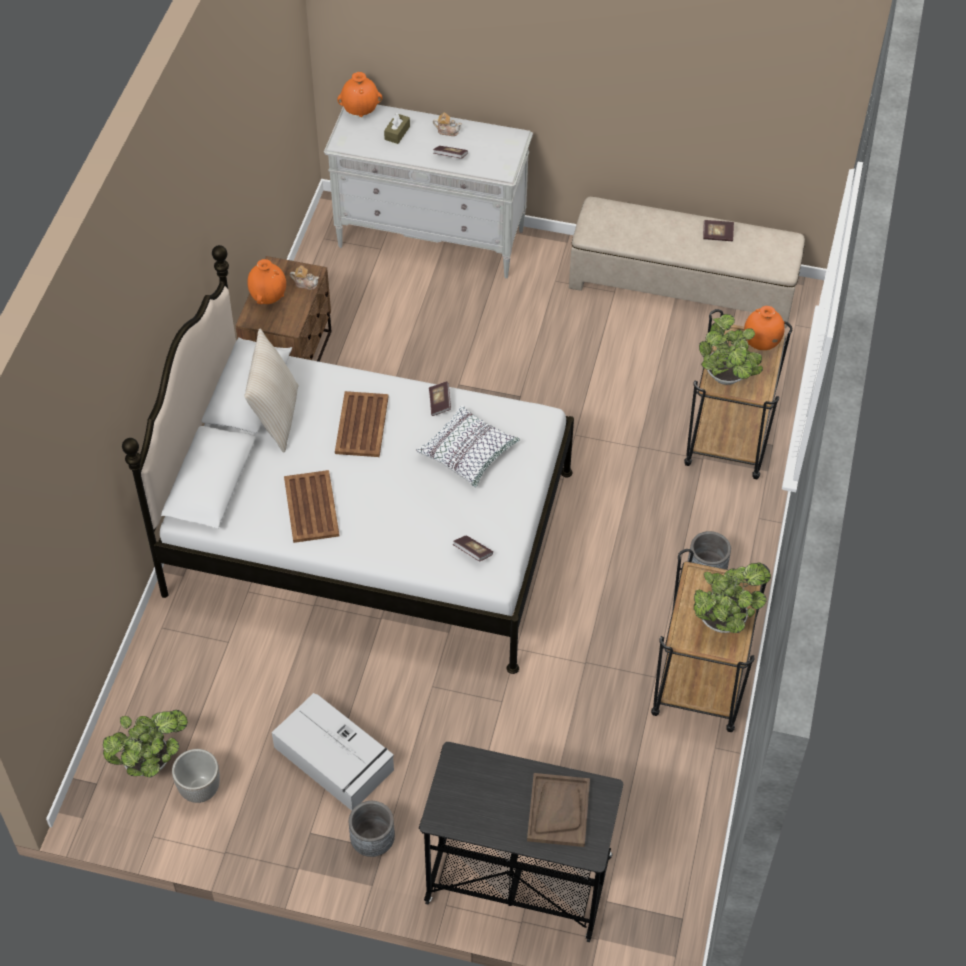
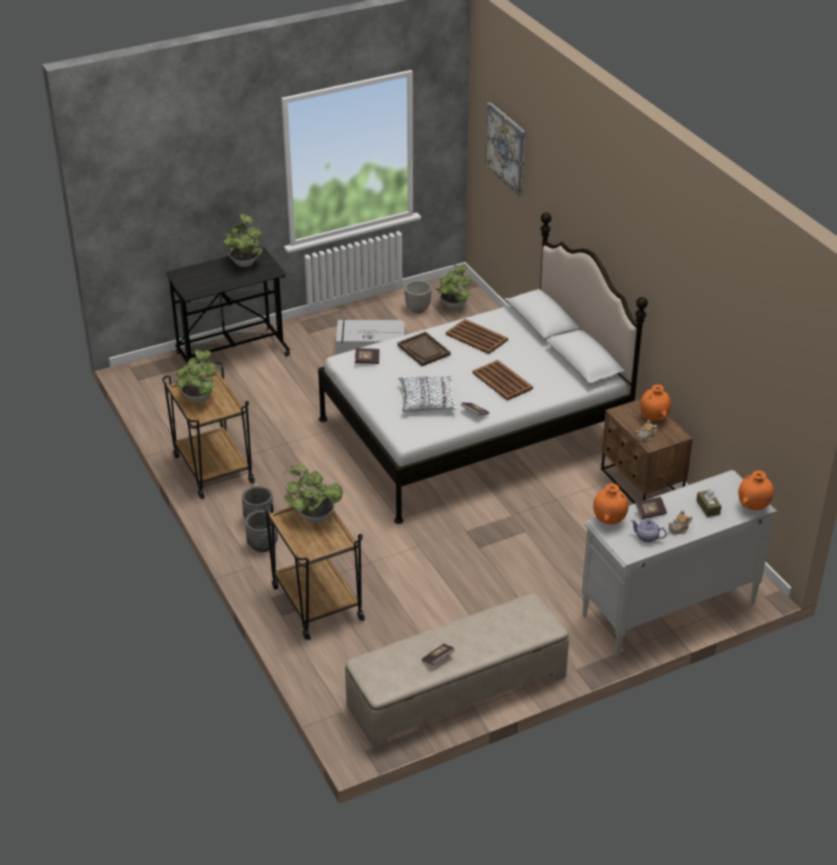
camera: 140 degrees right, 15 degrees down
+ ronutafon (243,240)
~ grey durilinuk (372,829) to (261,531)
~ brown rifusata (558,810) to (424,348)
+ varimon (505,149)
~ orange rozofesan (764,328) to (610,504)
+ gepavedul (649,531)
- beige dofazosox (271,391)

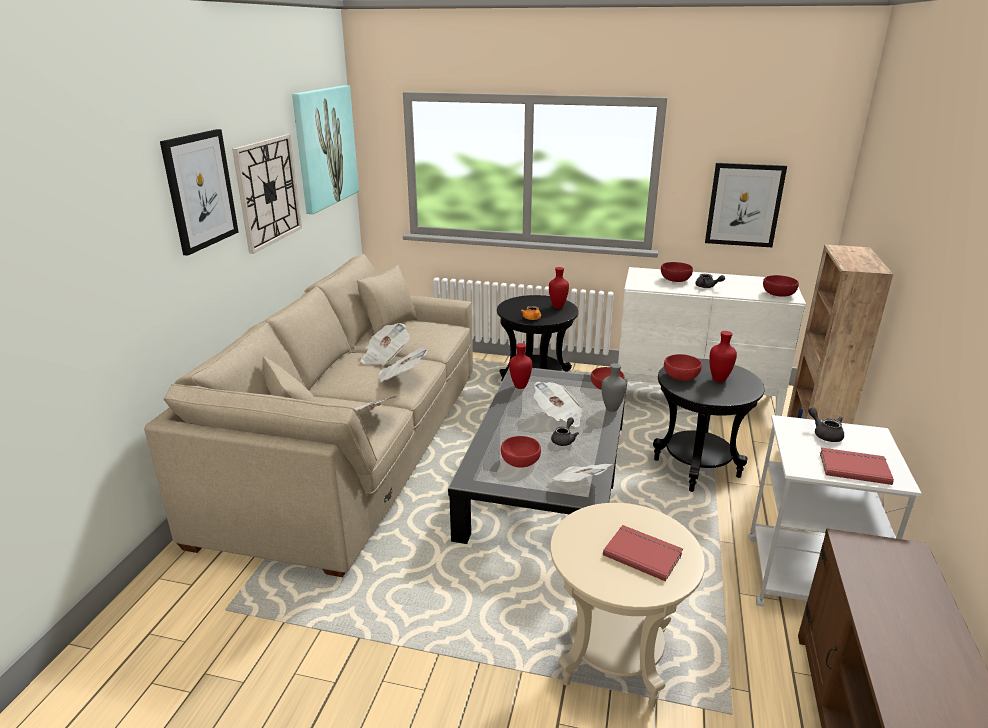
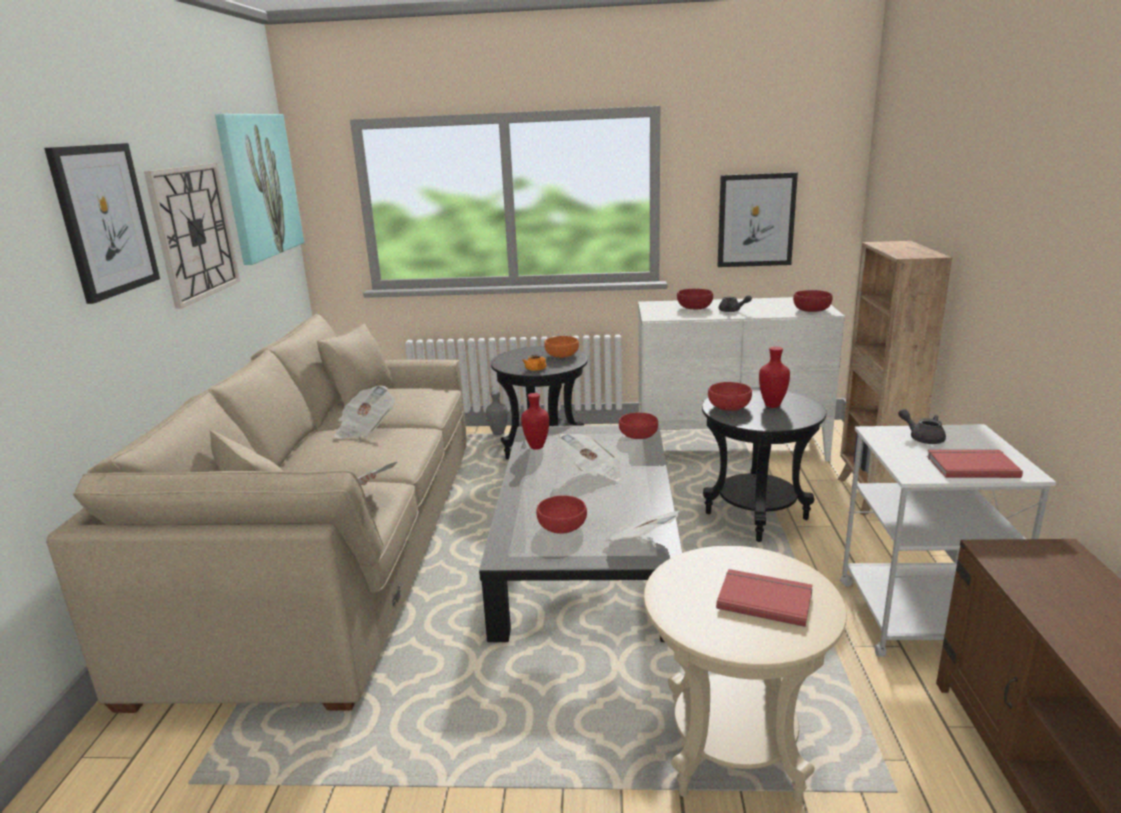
camera: 10 degrees left, 5 degrees down
~ grey rozofesan (614,387) to (497,413)
~ red rozofesan (559,288) to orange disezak (561,347)
- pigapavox (403,365)
- grey gepavedul (565,431)

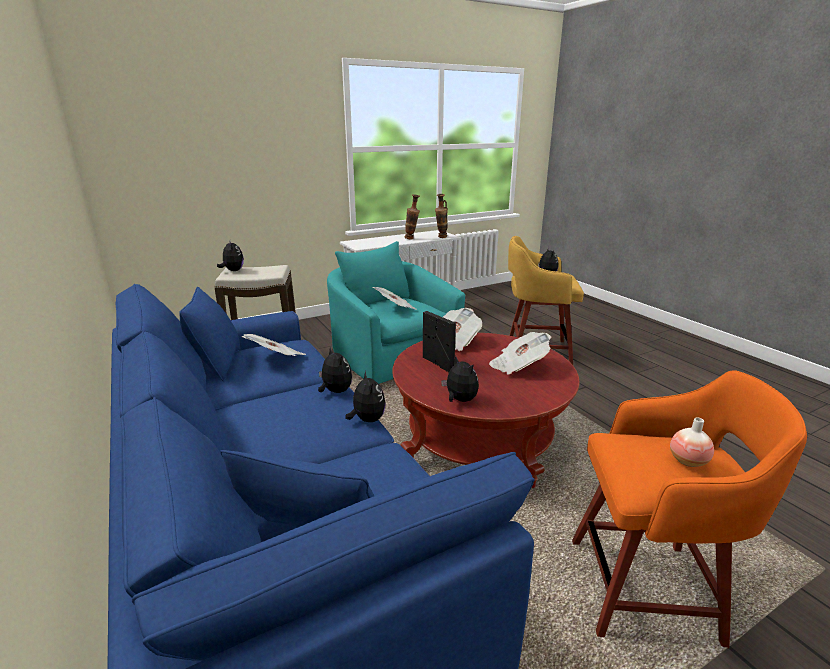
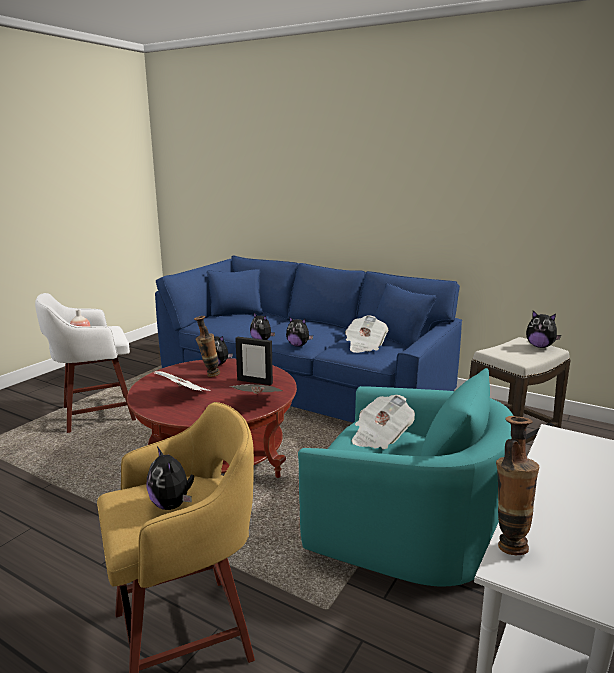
camera: 150 degrees right, 5 degrees down
~ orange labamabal (689,509) to white labamabal (85,363)
~ rozofesan (412,217) to (207,346)

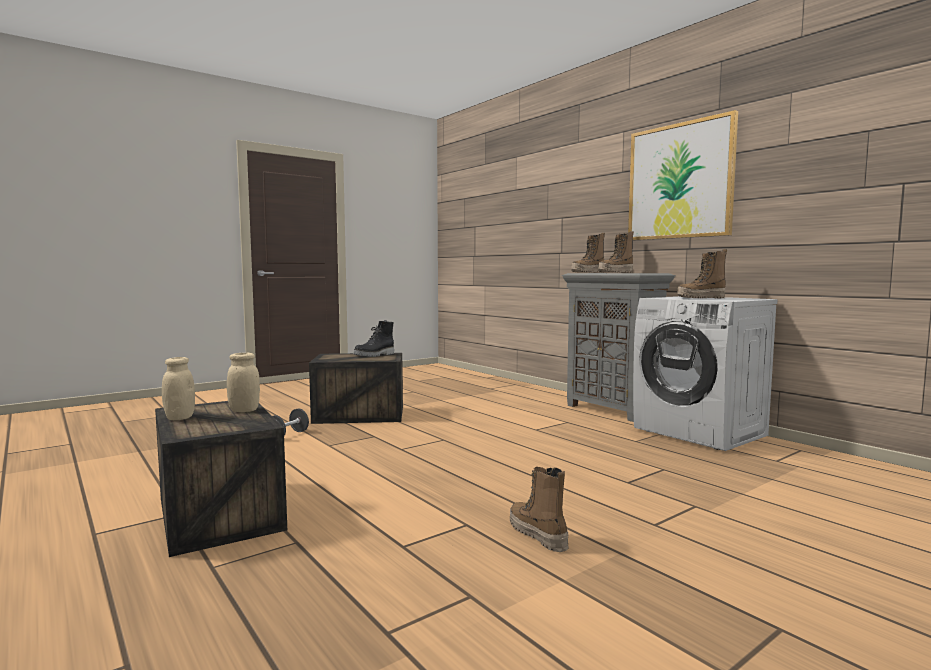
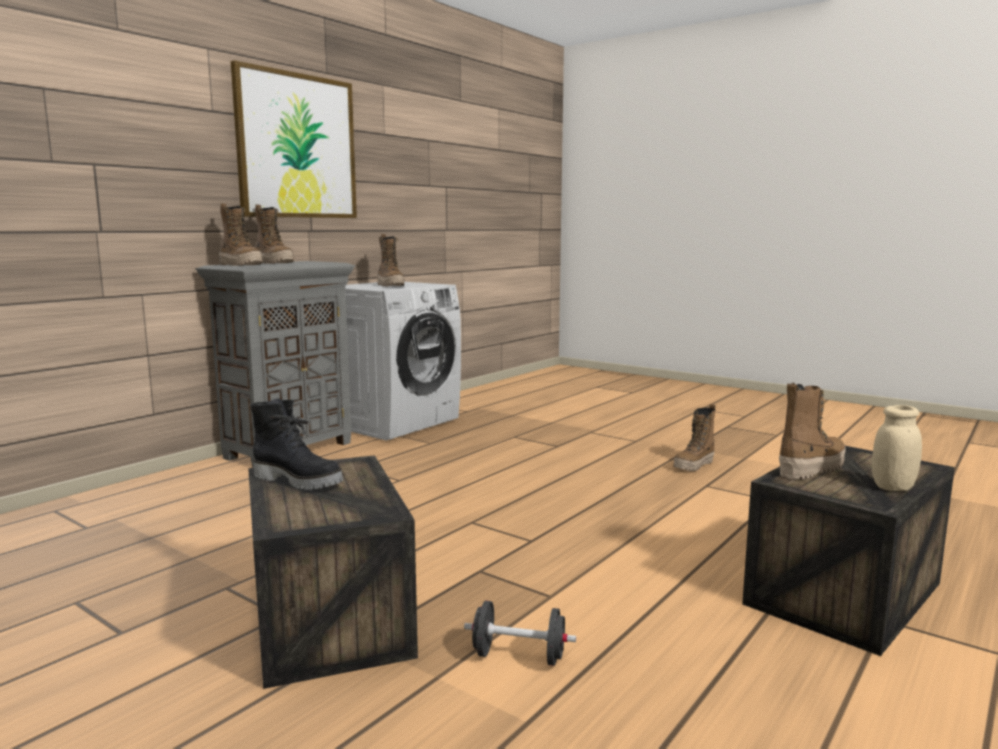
camera: 105 degrees left, 5 degrees up
~ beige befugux (243,382) to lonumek (812,431)

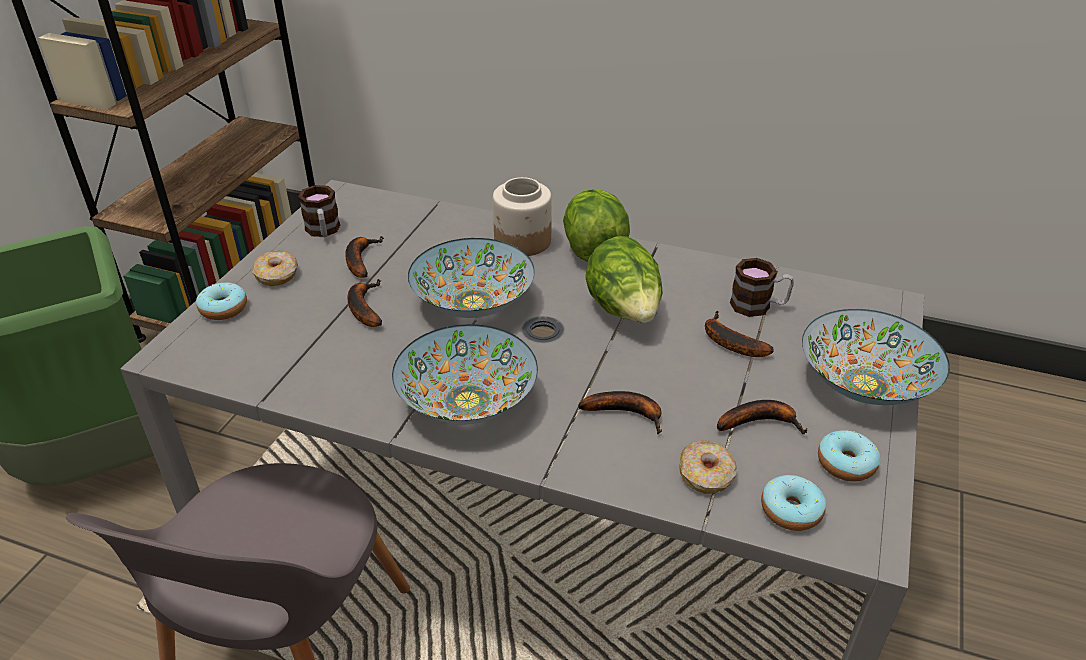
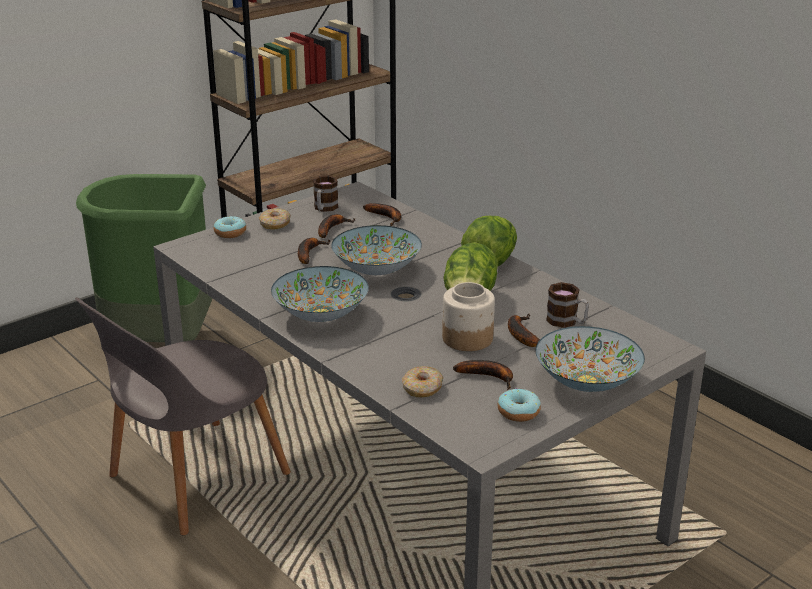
camera: 30 degrees right, 10 degrees down
~ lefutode (620,412) to (382,214)
~ befugux (522,216) to (468,316)
- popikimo (793,503)

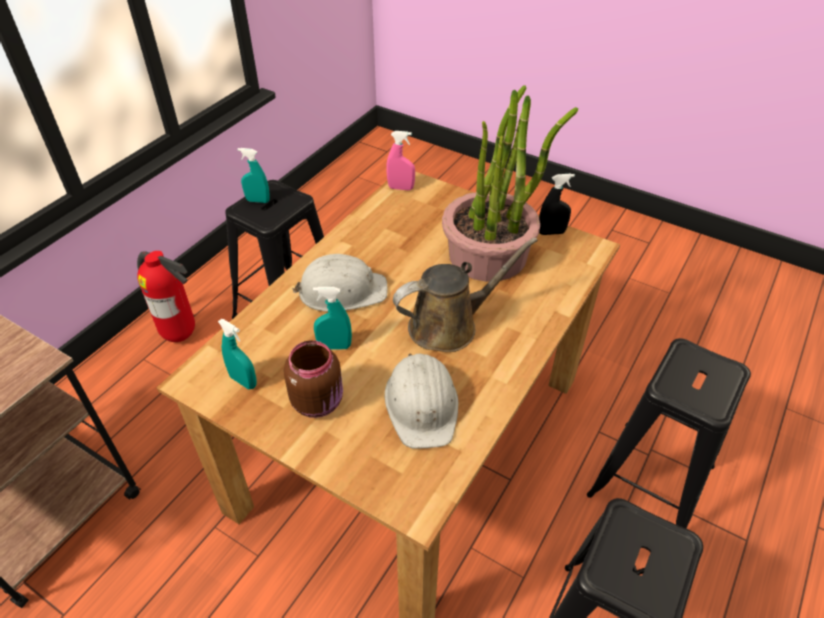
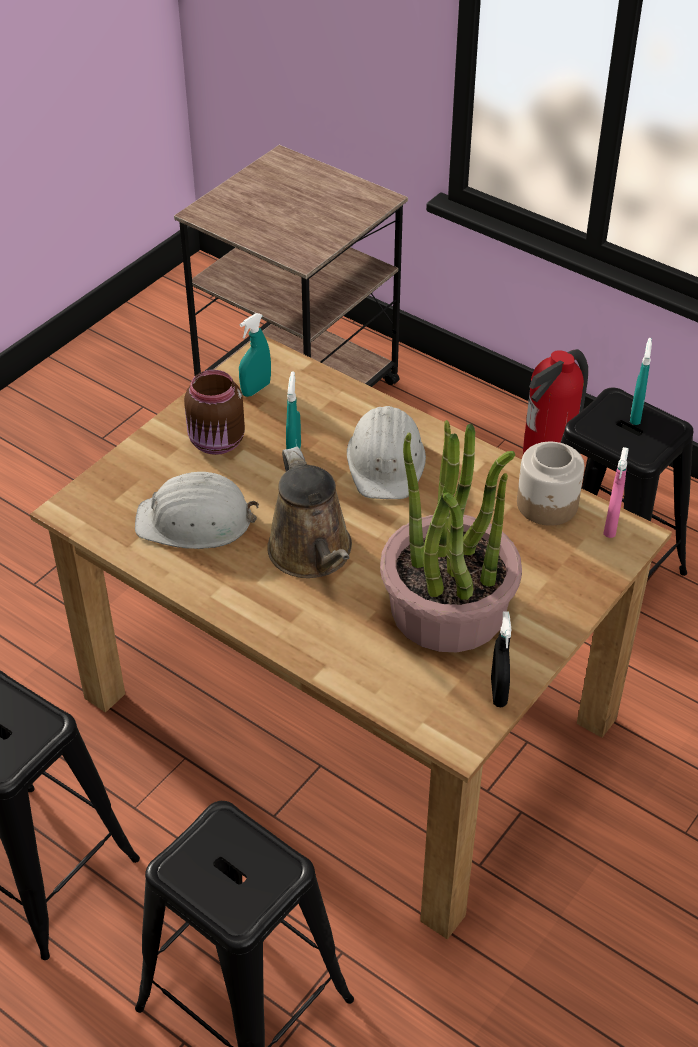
camera: 95 degrees right, 0 degrees up
+ befugux (550,484)

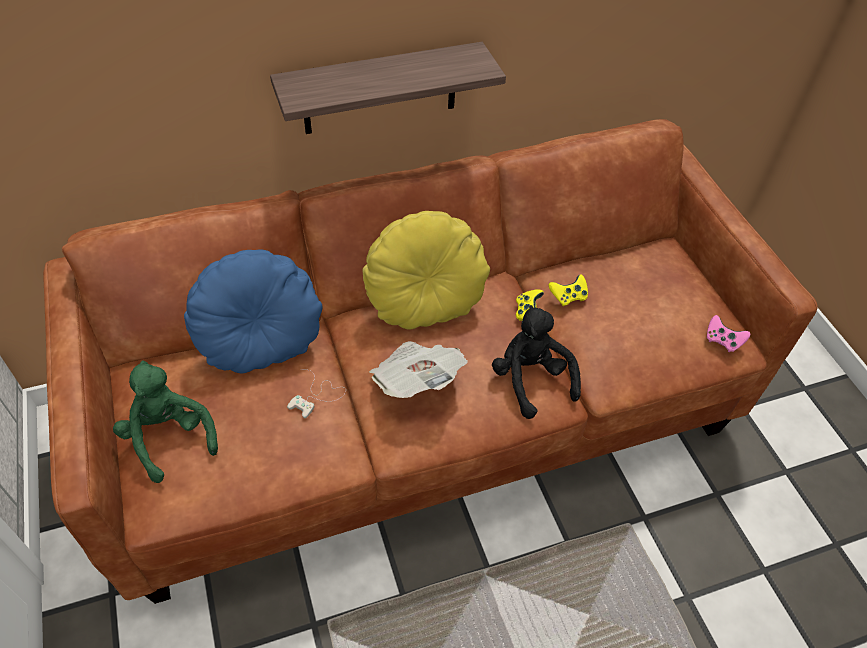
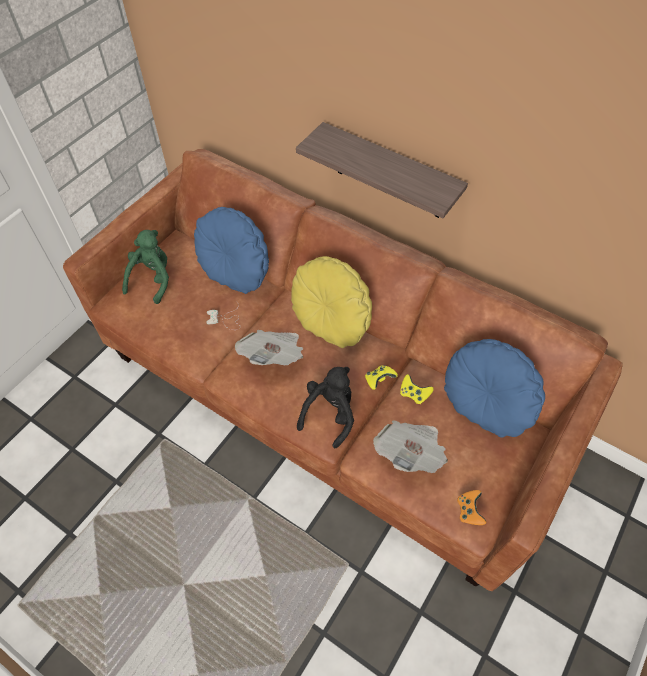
camera: 55 degrees right, 5 degrees up
+ pigapavox (410,446)
+ blue dofazosox (494,388)
~ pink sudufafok (728,333) to orange sudufafok (471,507)

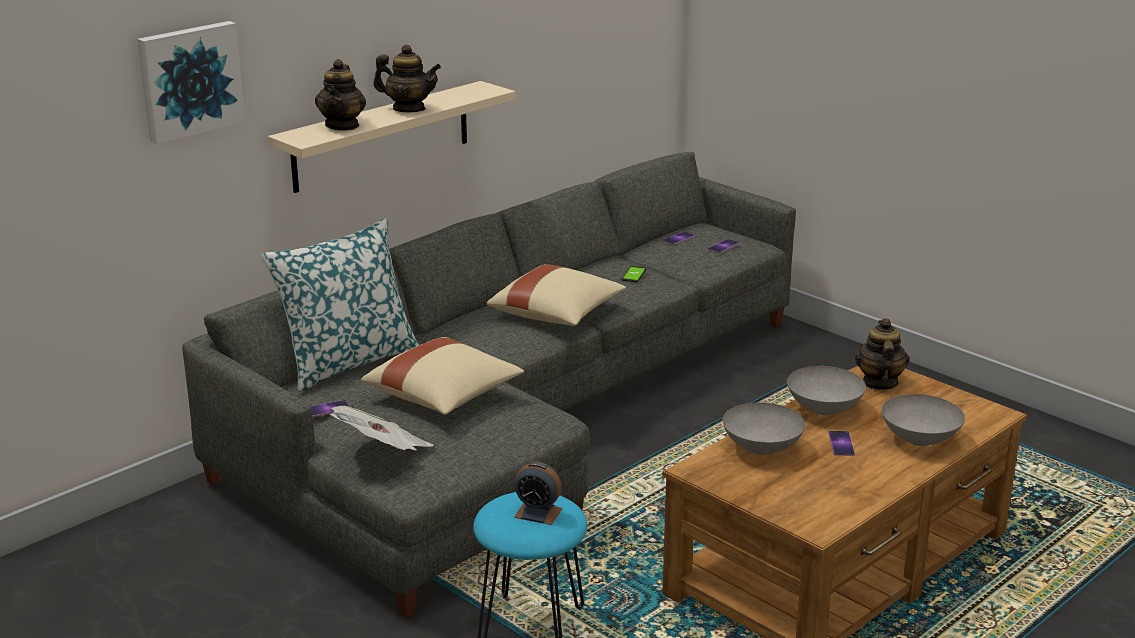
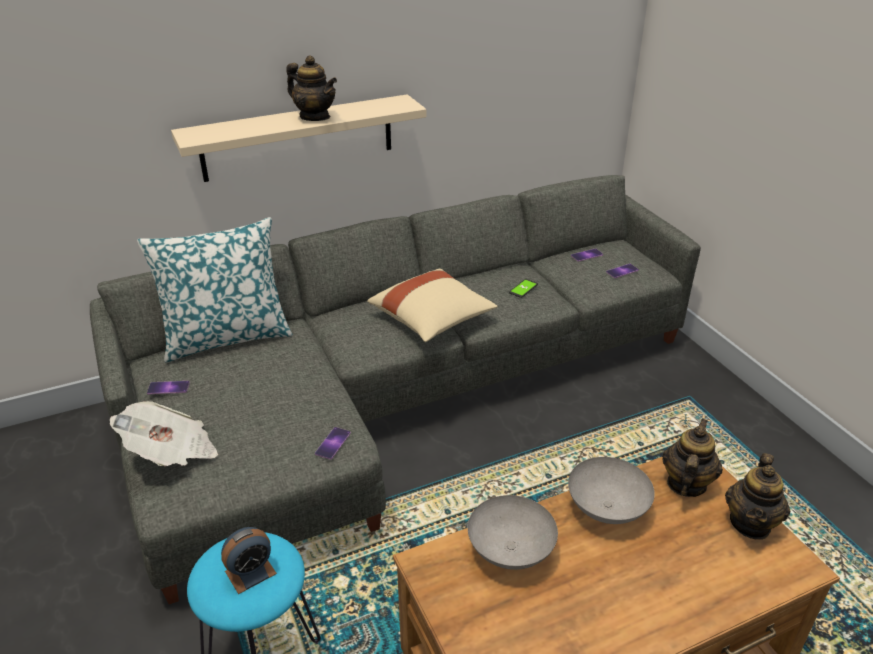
camera: 20 degrees right, 10 degrees up
~ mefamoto (538,493) = (249,560) 75 degrees counterclockwise
~ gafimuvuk (841,443) to (333,443)
~ gepavedul (340,95) to (757,496)
- varimon (191,82)
- beige dofazosox (442,376)
- grey disezak (923,420)

